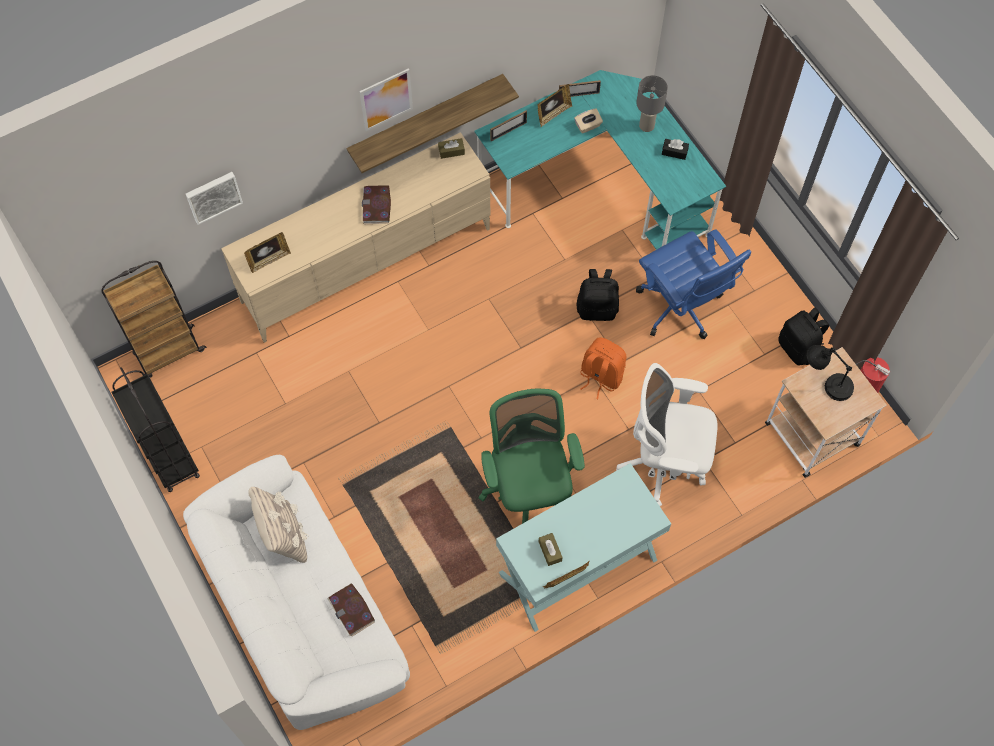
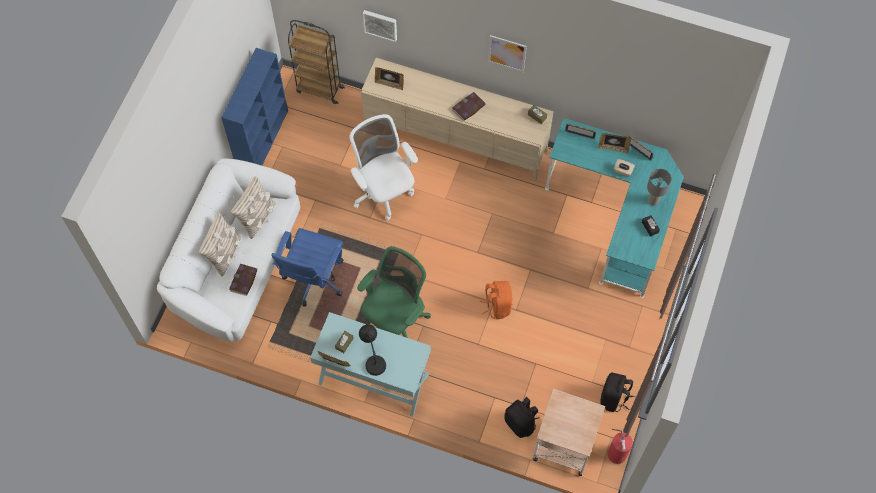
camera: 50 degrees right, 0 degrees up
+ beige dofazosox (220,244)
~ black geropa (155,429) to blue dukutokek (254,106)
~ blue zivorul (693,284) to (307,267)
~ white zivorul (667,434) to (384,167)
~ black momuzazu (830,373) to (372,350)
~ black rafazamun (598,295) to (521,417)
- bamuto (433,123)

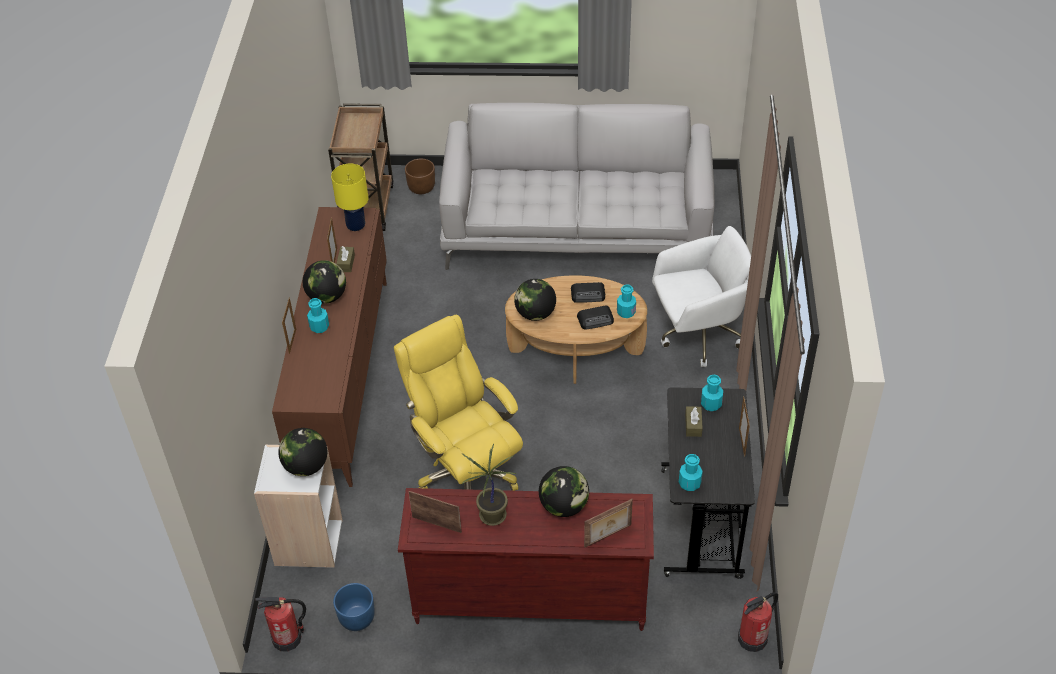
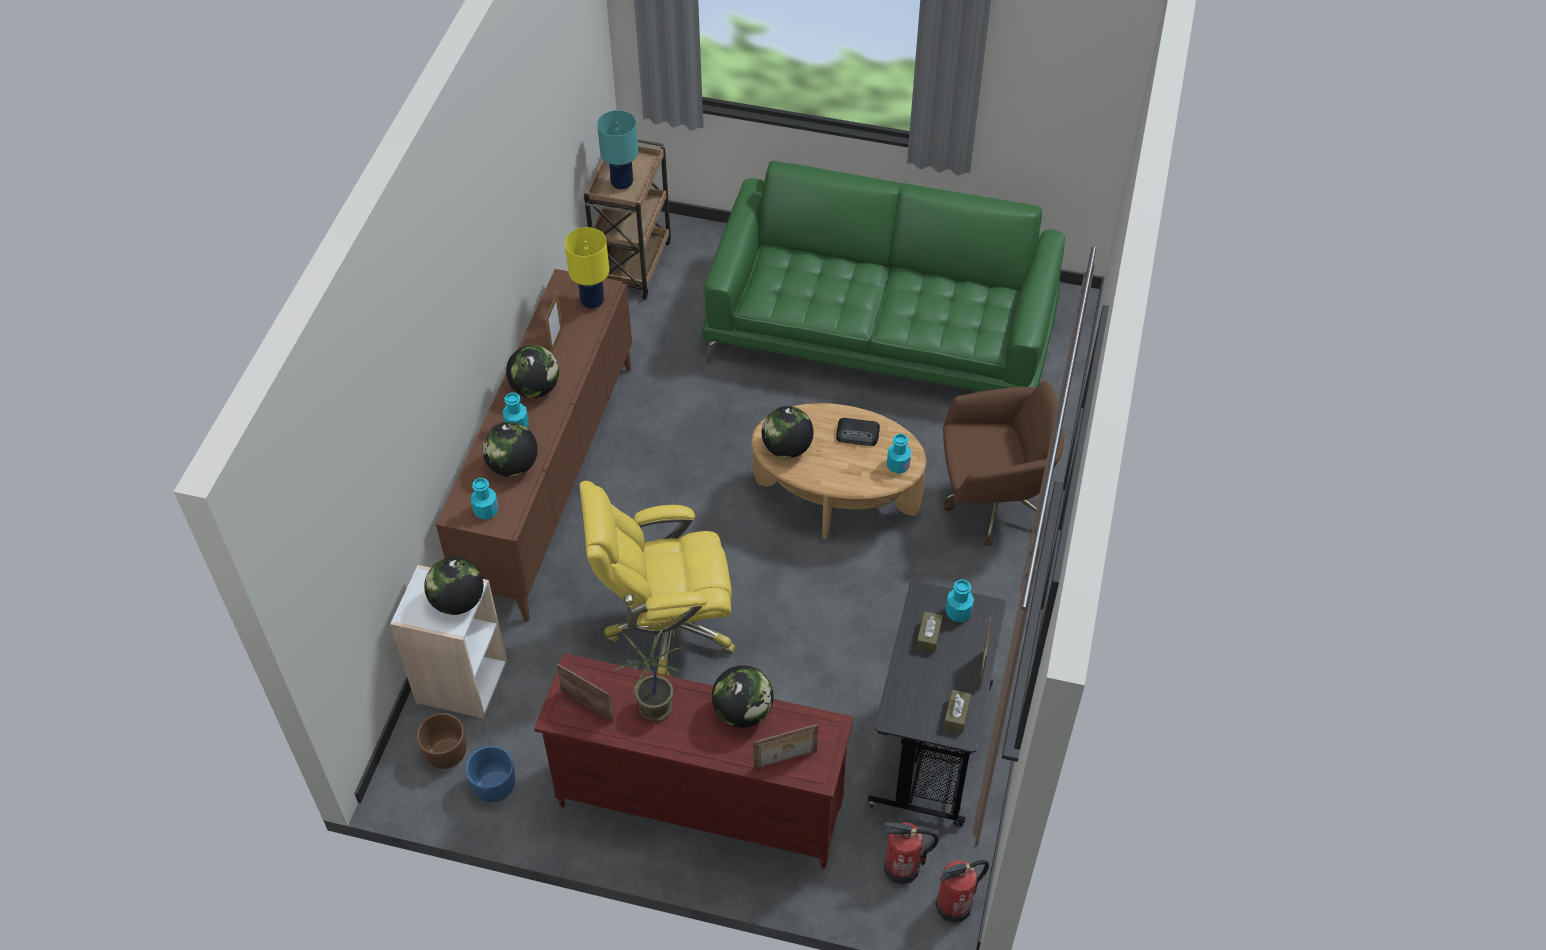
camera: 10 degrees right, 5 degrees up
~ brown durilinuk (420,176) to (441,741)
~ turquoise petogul (691,472) to (484,499)
+ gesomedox (510,449)
~ yellow zivorul (458,402) = (657,579) 75 degrees counterclockwise
+ turquoise momuzazu (618,149)
~ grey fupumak (577,186) to green fupumak (883,276)
~ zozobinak (280,624) to (911,853)
~ white zivorul (701,296) to brown zivorul (1003,463)
~ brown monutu (345,259) to (957,711)
- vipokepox (289,326)
- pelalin (595,318)

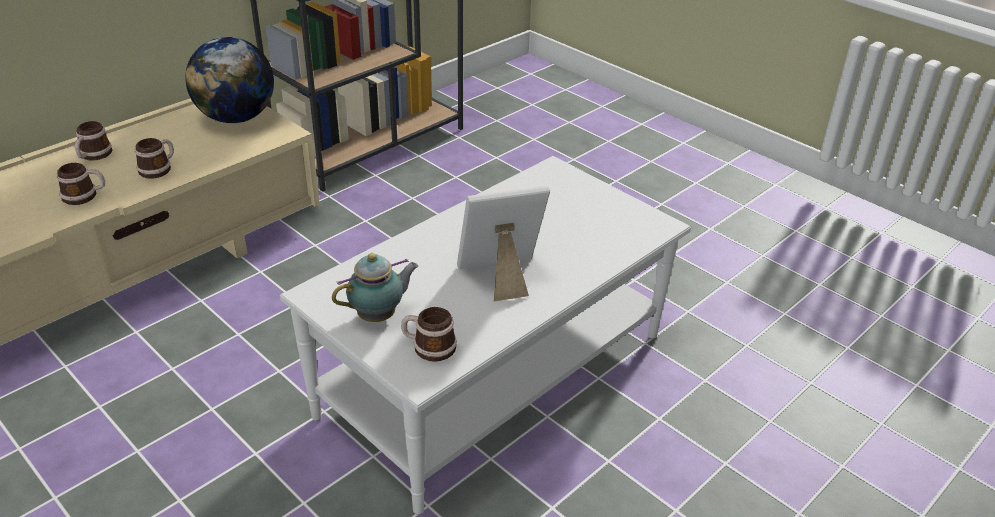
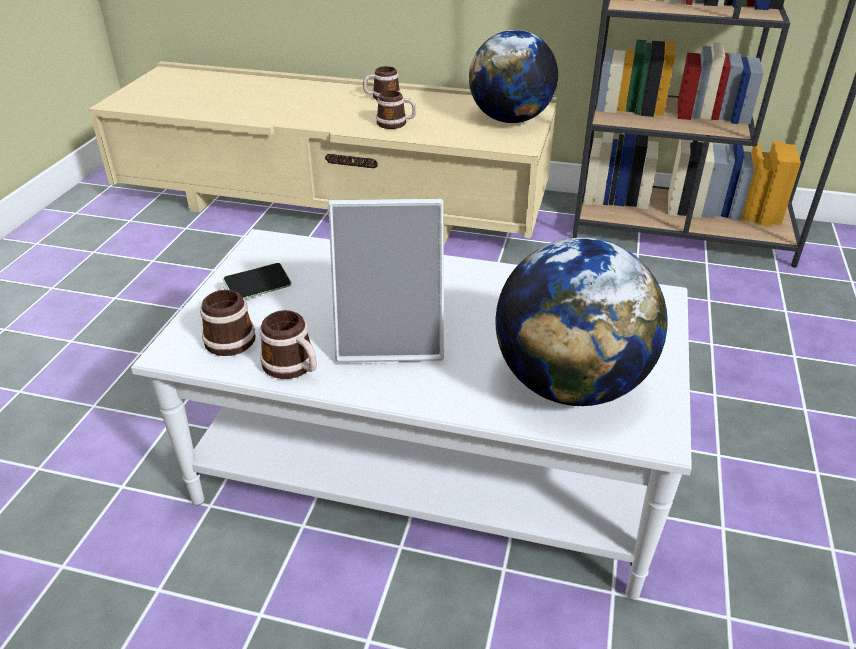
camera: 60 degrees right, 0 degrees up
~ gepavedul (375,287) to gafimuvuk (257,281)
~ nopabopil (81,184) to (288,344)
~ vipokepox (503,243) = (386,281) 135 degrees clockwise
+ gesomedox (582,321)

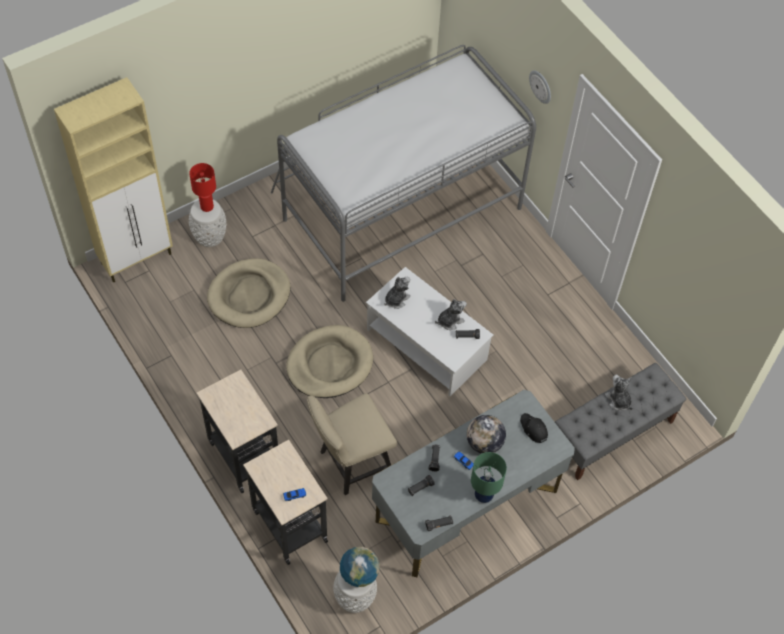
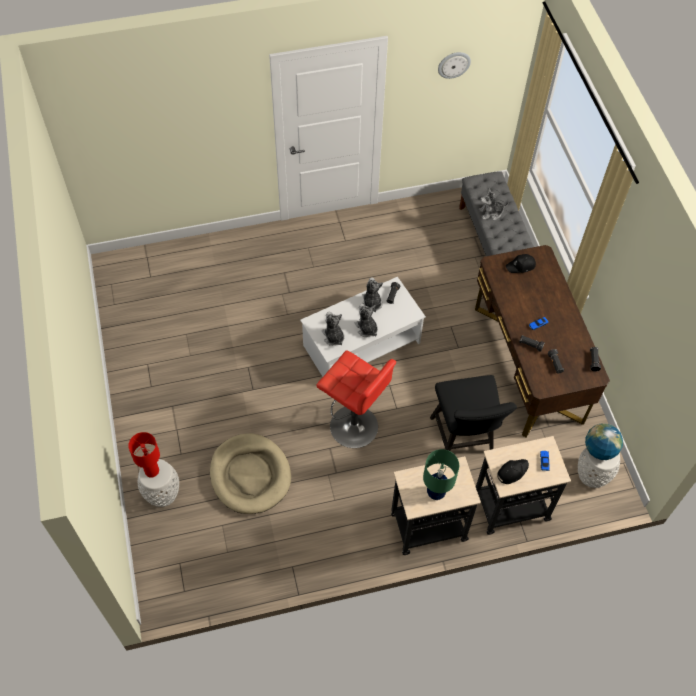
camera: 70 degrees left, 0 degrees up
~ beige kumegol (329,361) to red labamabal (356,399)
+ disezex (366,320)
~ green momuzazu (489,477) to (441,474)
~ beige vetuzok (352,444) to black vetuzok (473,413)
~ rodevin (540,87) to (454,65)
~ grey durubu (473,483) to brown durubu (542,341)
+ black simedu (513,471)
- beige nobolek (113,180)
- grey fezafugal (403,173)
- gesomedox (486,434)

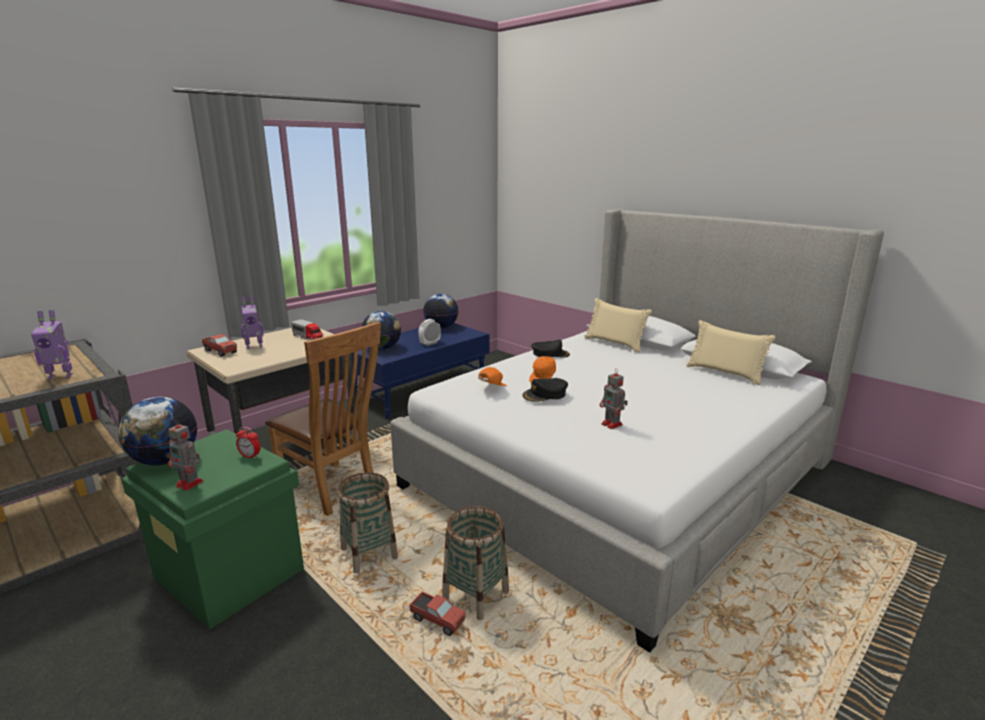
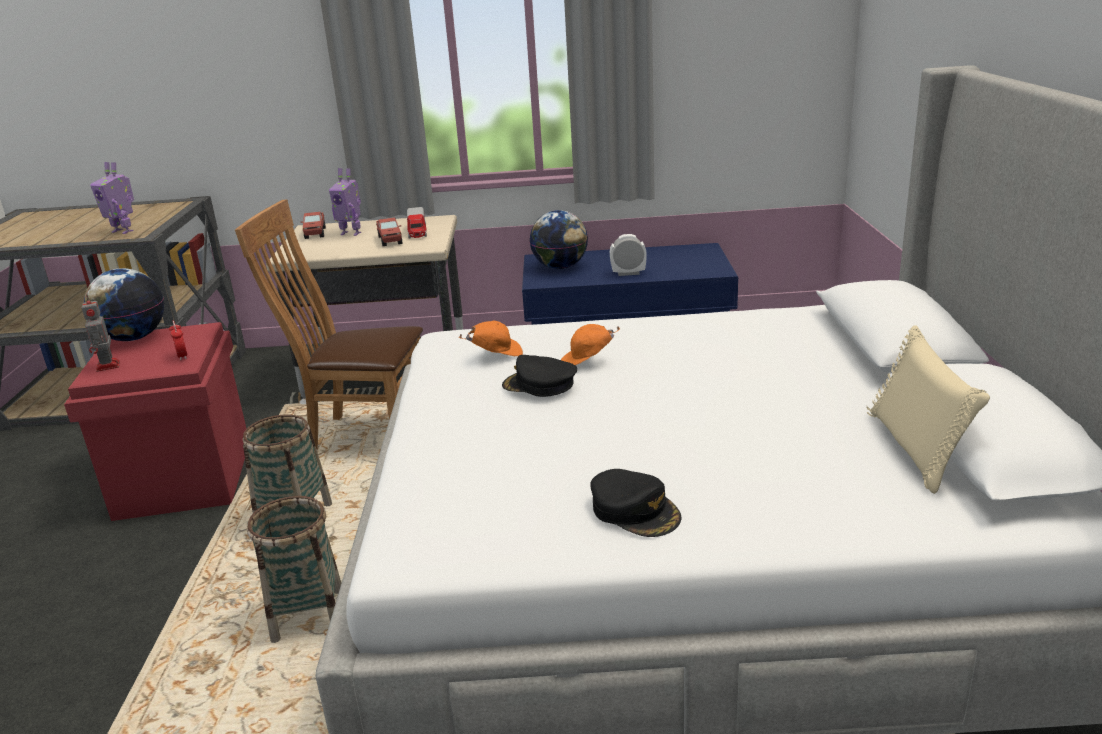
camera: 45 degrees right, 5 degrees up
~ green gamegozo (212,529) to red gamegozo (155,421)
~ brown vetuzok (323,419) = (329,324) 105 degrees clockwise
~ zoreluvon (438,614) to (389,232)
~ black simedu (550,348) to (636,503)
- gesomedox (440,311)
- beige dofazosox (618,325)
- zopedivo (614,398)

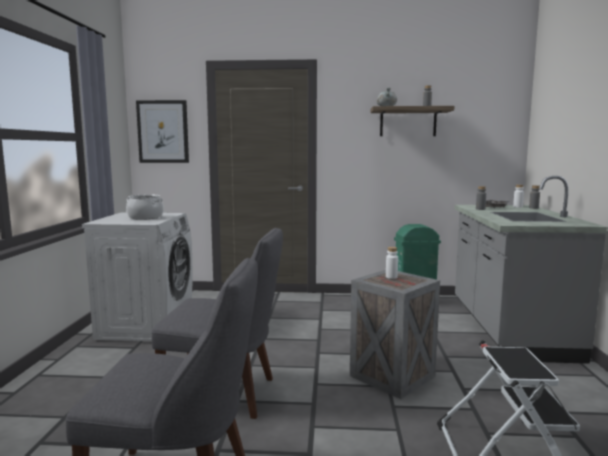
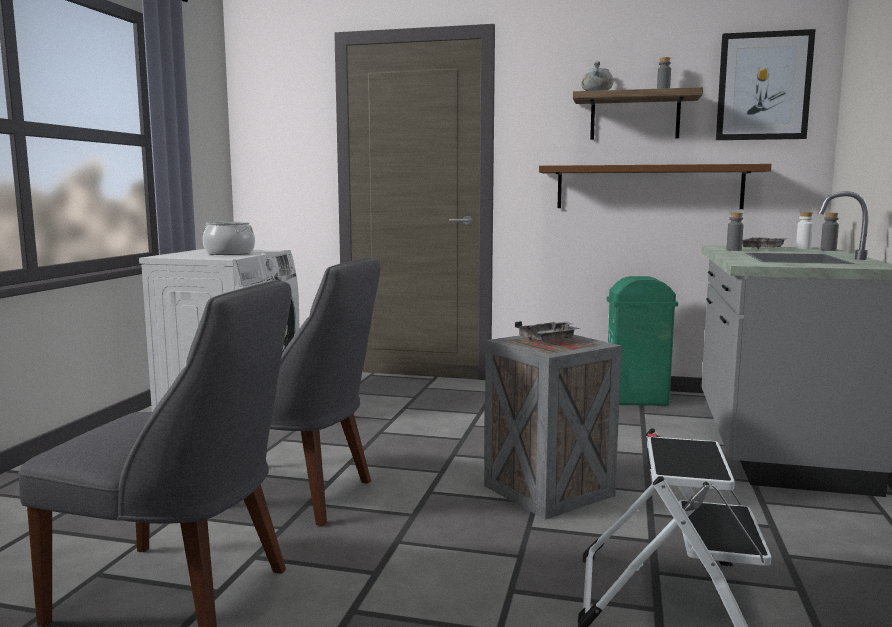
camera: 10 degrees right, 0 degrees up
~ white petogul (392,263) to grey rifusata (548,331)
+ brown bamuto (655,186)
~ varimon (162,131) to (766,84)

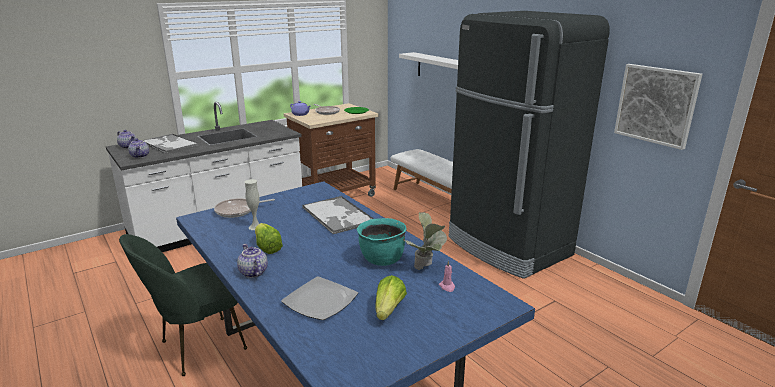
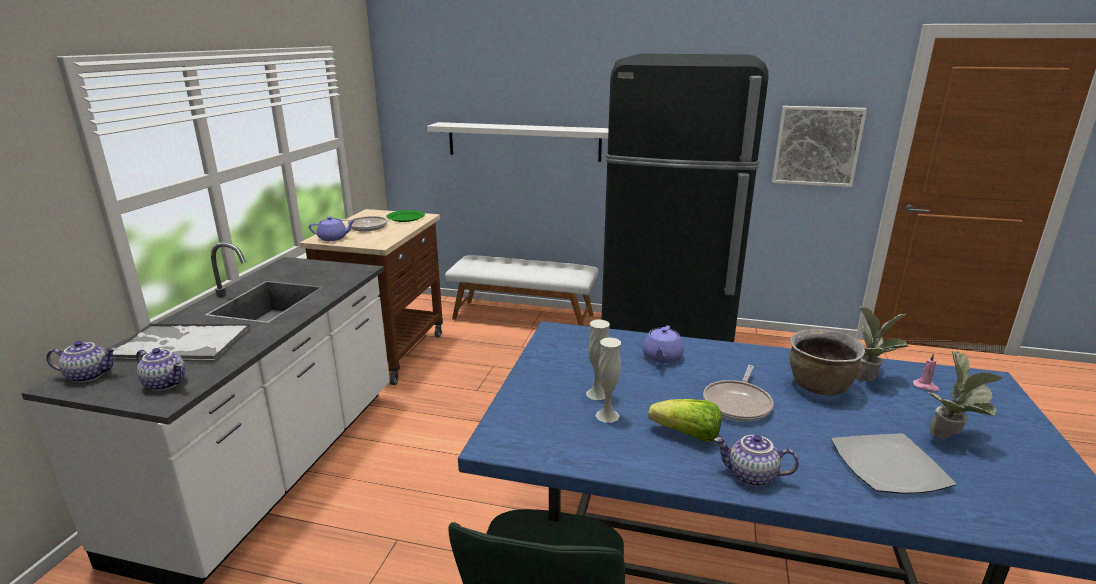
camera: 40 degrees left, 0 degrees up
+ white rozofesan (598,360)
~ rifusata (338,215) to purple gepavedul (663,344)
~ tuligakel (244,208) to (738,393)
~ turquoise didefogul (382,242) to brown didefogul (827,362)
~ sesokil (391,297) to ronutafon (965,395)

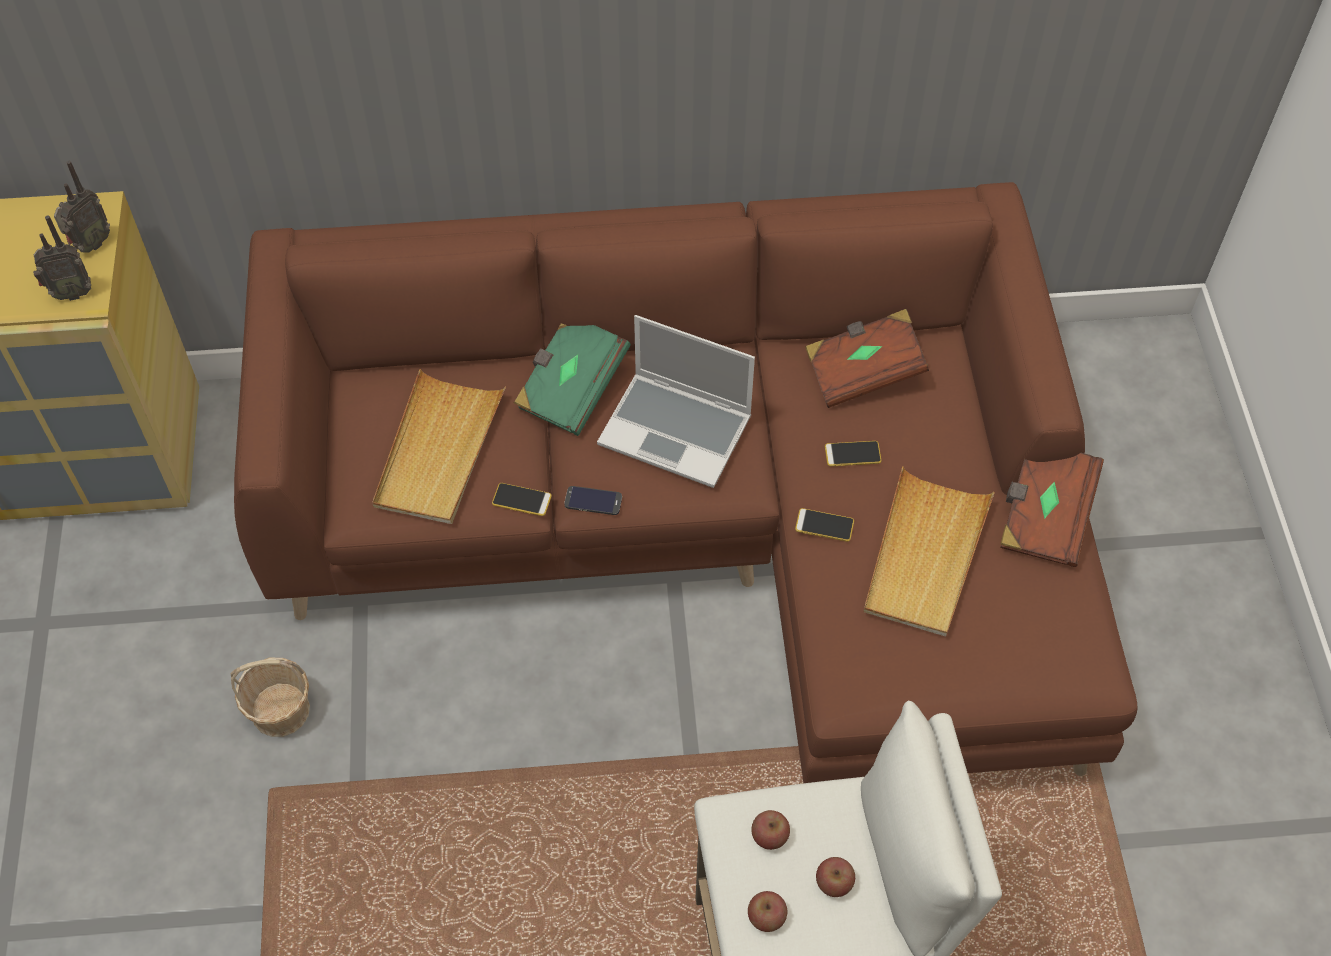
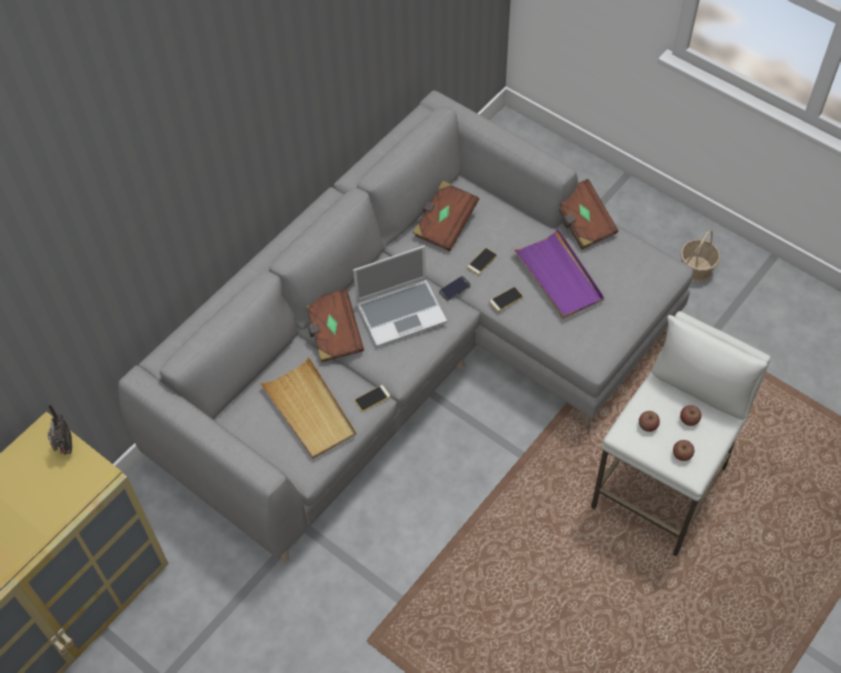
camera: 45 degrees left, 0 degrees up
~ brown fupumak (686,482) to grey fupumak (405,326)
~ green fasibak (572,380) to brown fasibak (335,325)
~ gafimuvuk (593,500) to (455,288)
~ beige rifusata (929,551) to purple rifusata (558,274)
~ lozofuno (270,697) to (700,255)
- pelalin (62,258)

